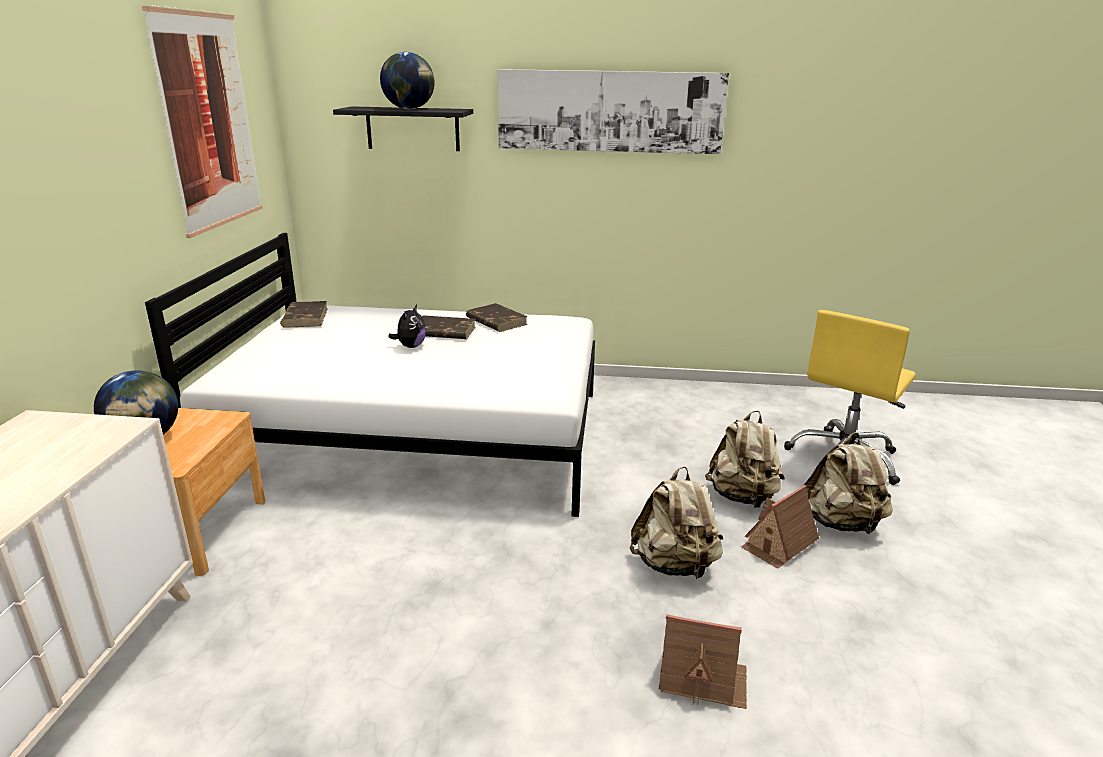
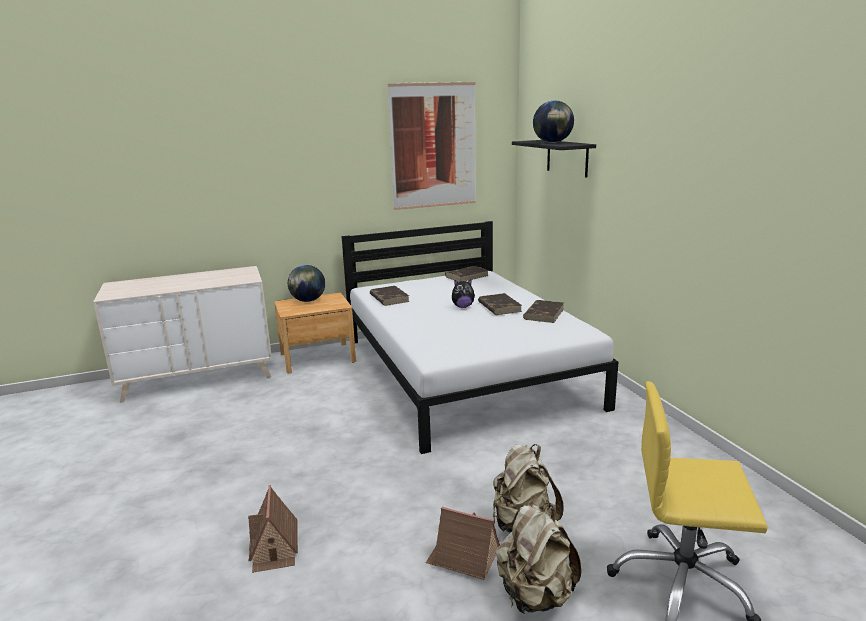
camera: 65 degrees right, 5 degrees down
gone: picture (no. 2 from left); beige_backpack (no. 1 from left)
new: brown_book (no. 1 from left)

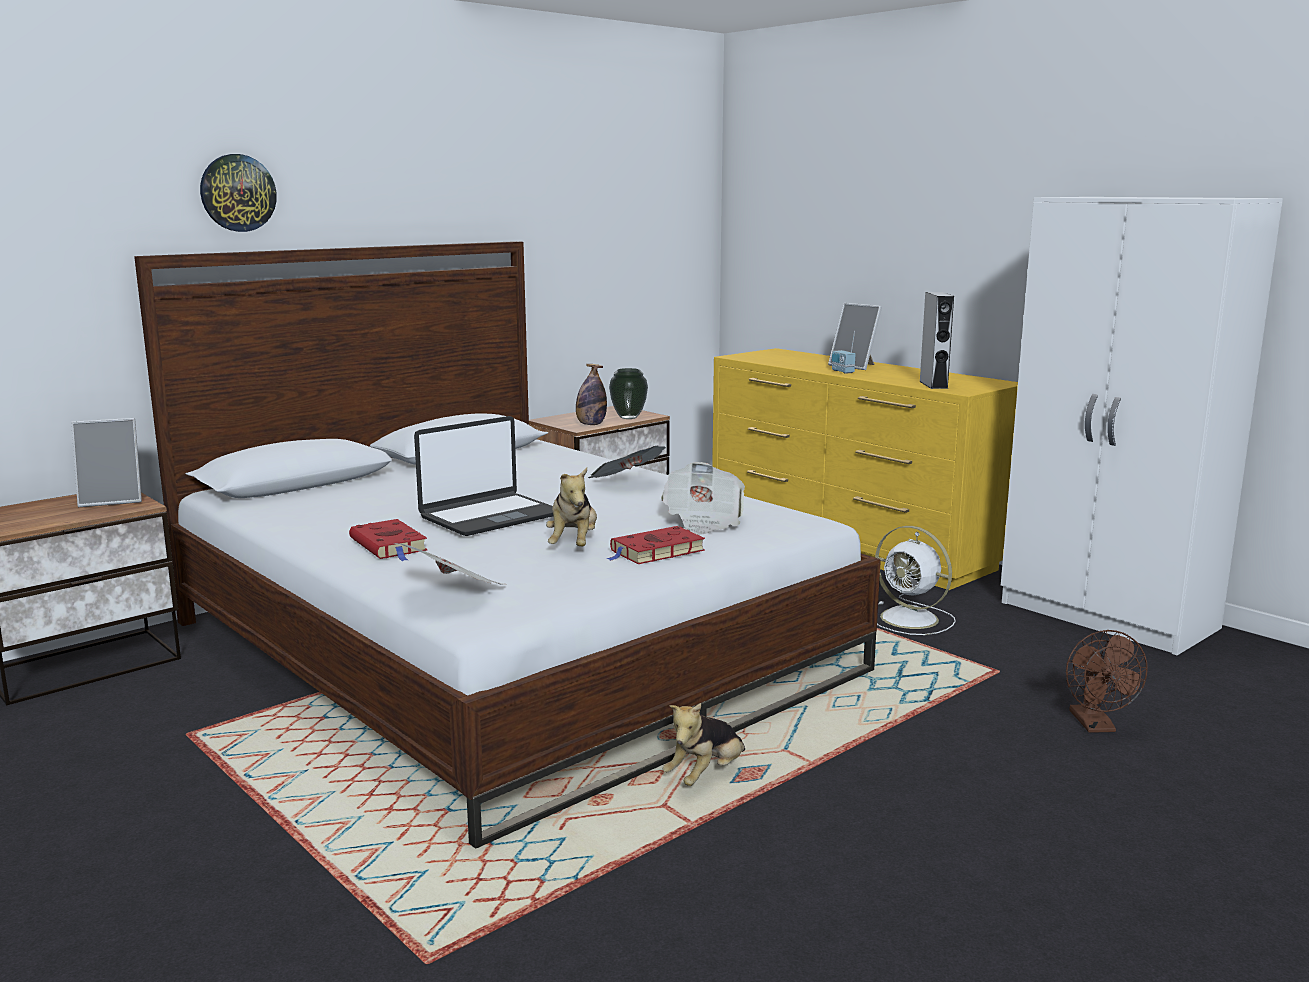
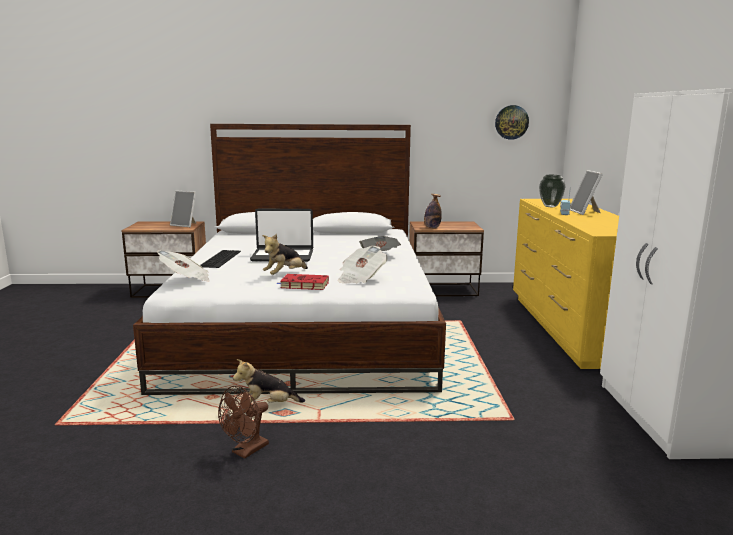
camera: 40 degrees right, 0 degrees up
gone: grey_speaker; white_fan
shifted: wall_clock; vase; brown_fan
swapped: red_book (no. 1 from left) to keyboard

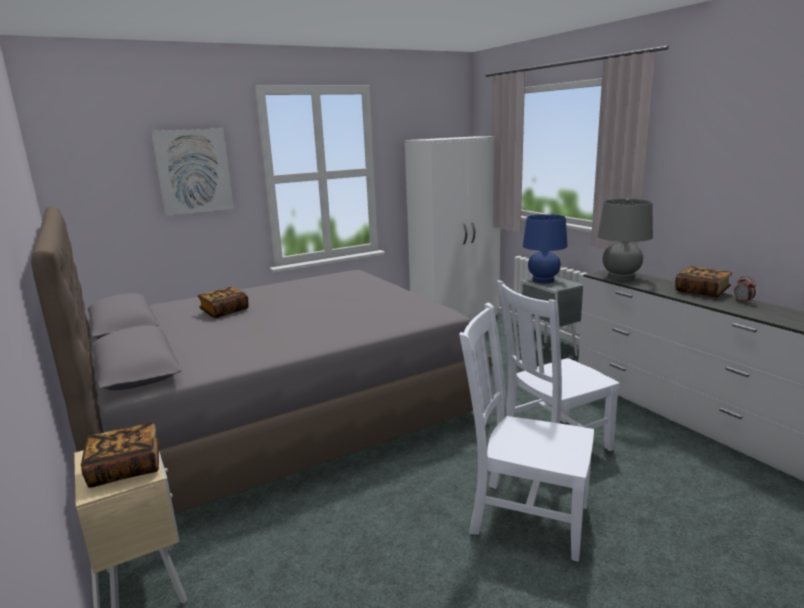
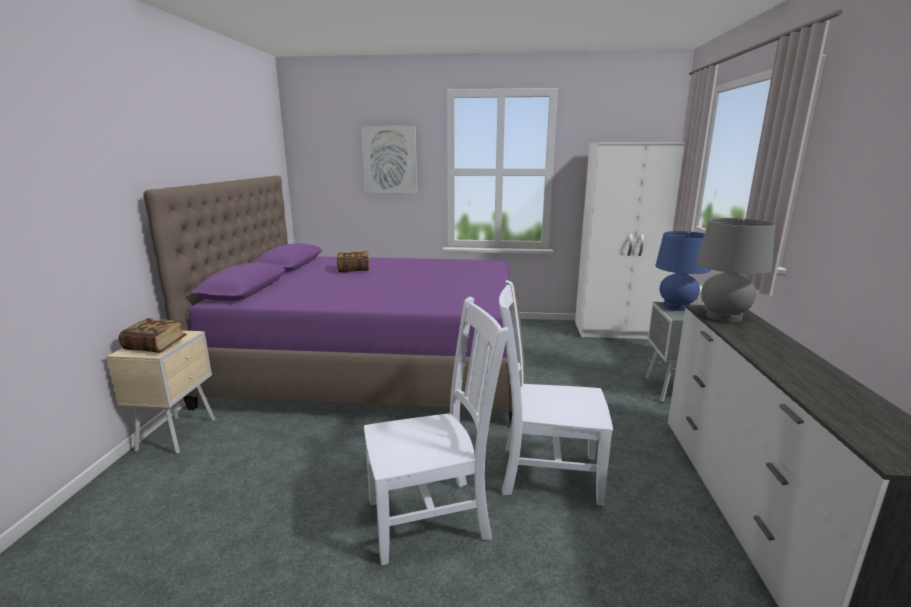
camera: 35 degrees right, 0 degrees up
gone: book (no. 3 from left); alarm_clock
repainted: grey_bed to purple_bed
rotated: white_chair (no. 1 from left) 105 degrees clockwise

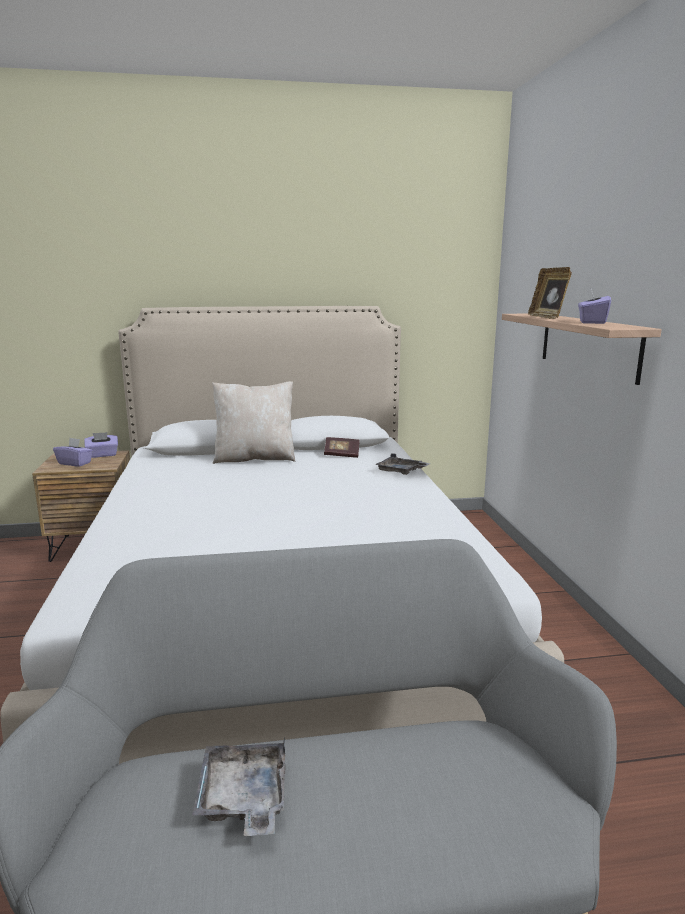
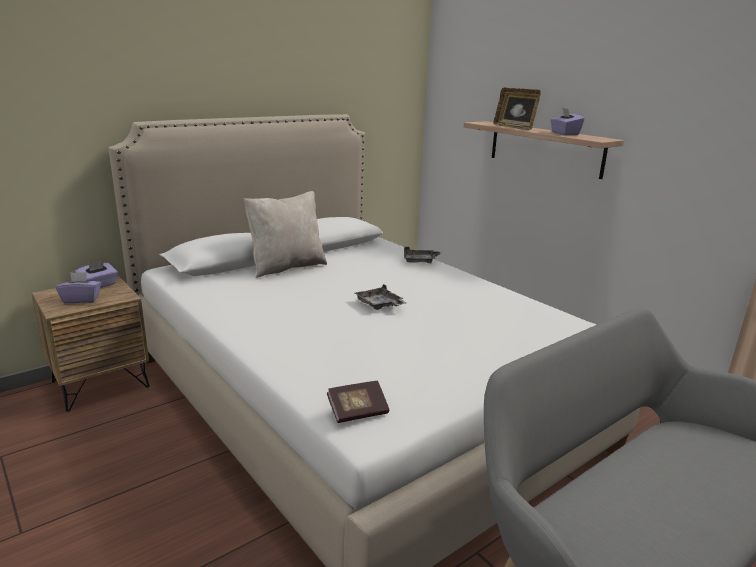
camera: 30 degrees left, 5 degrees up
shifted: book; grey_tray (no. 1 from left)

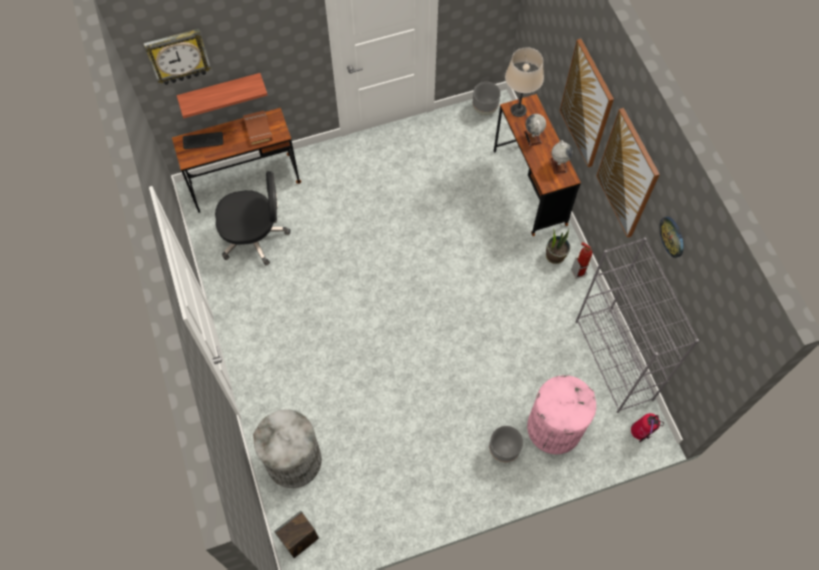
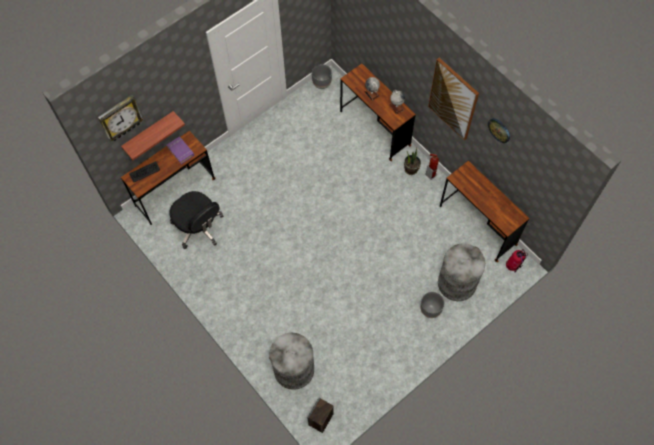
camera: 20 degrees left, 0 degrees up
gone: picture (no. 1 from left); beige_table_lamp
swapped: grey_bookcase to brown_desk (no. 3 from left)
repainted: brown_book to purple_book; pink_trash_can to grey_trash_can (no. 2 from left)
rotated: black_office_chair 75 degrees clockwise

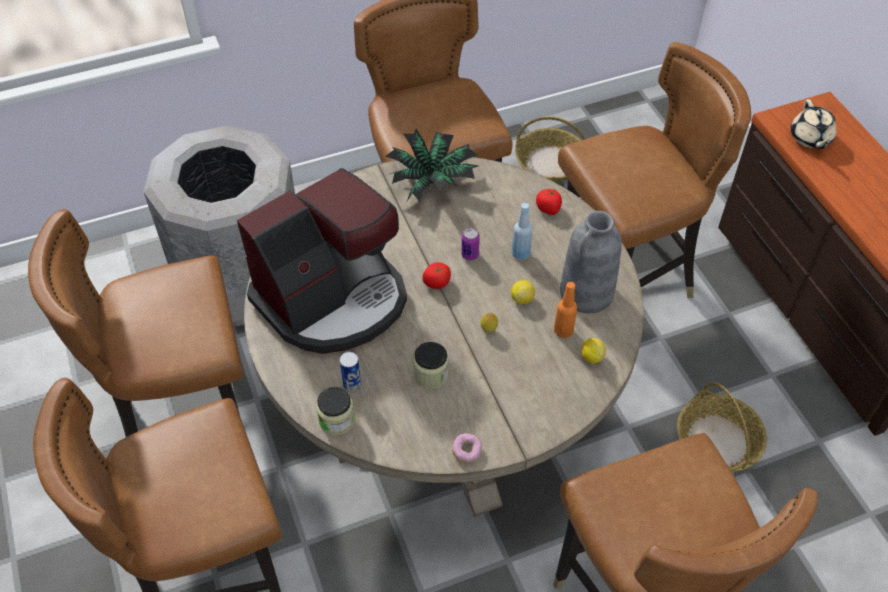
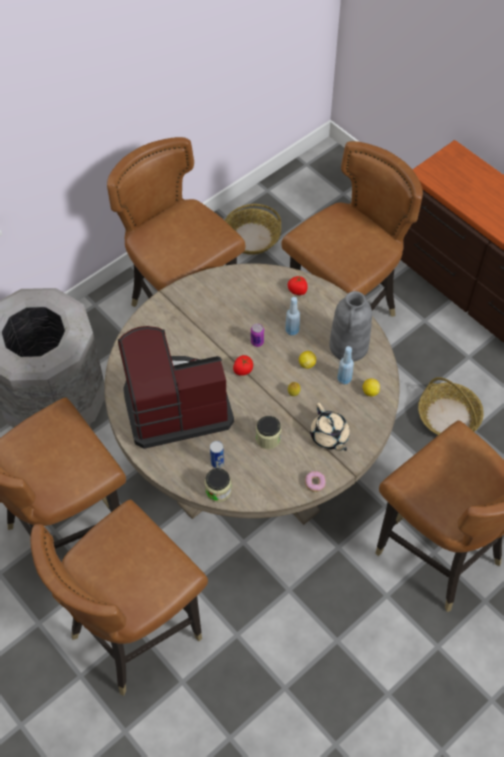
camera: 20 degrees left, 5 degrees up
gone: potted_plant
shifted: beige_teapot
repainted: orange_bottle to blue_bottle (no. 2 from left)
rotated: coffee_machine 135 degrees counterclockwise

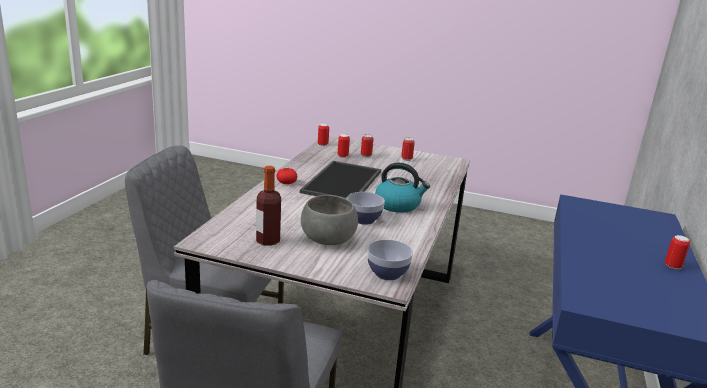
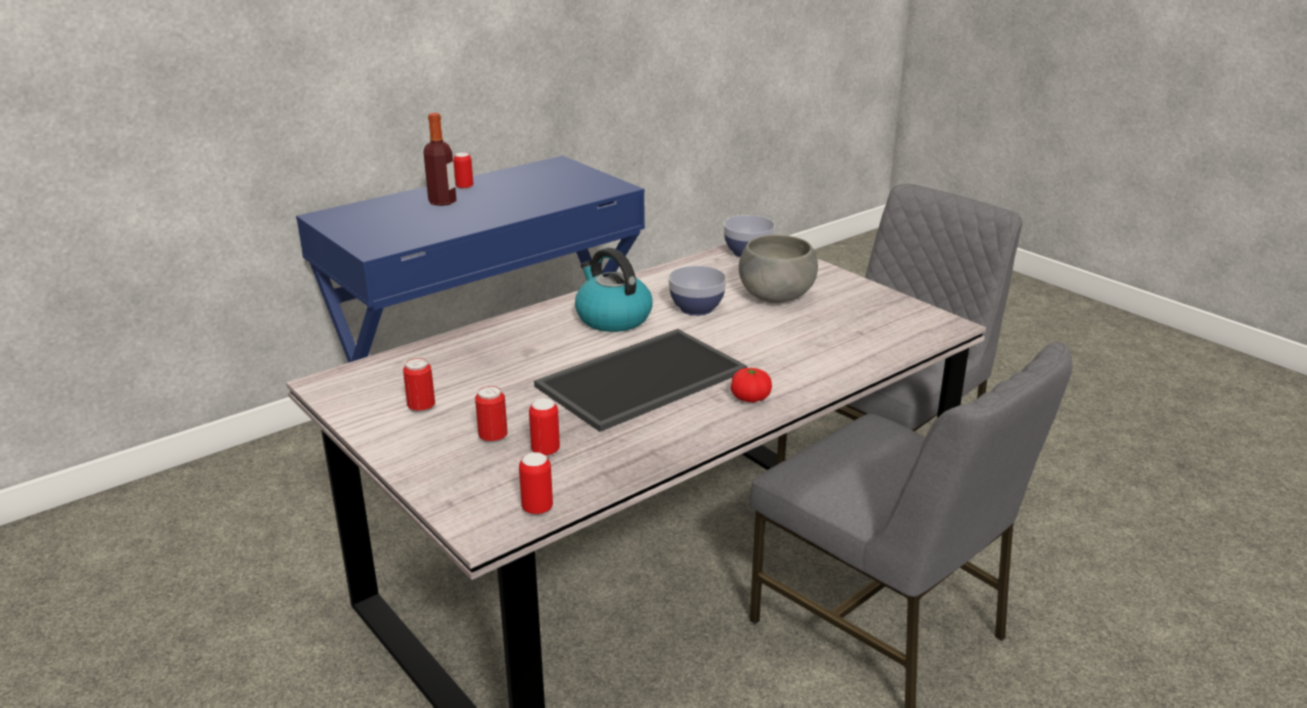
camera: 145 degrees left, 5 degrees up
shifted: bottle

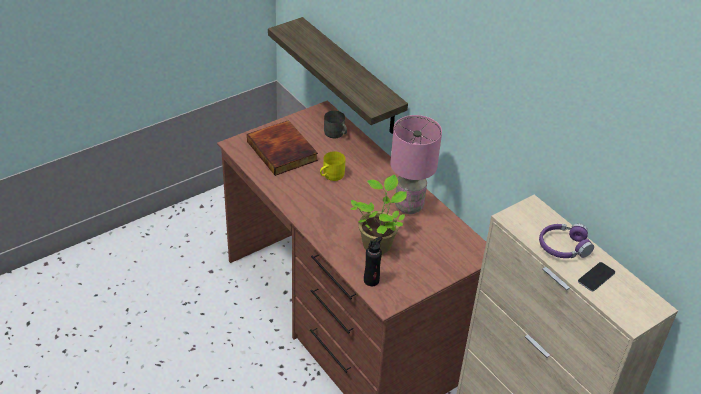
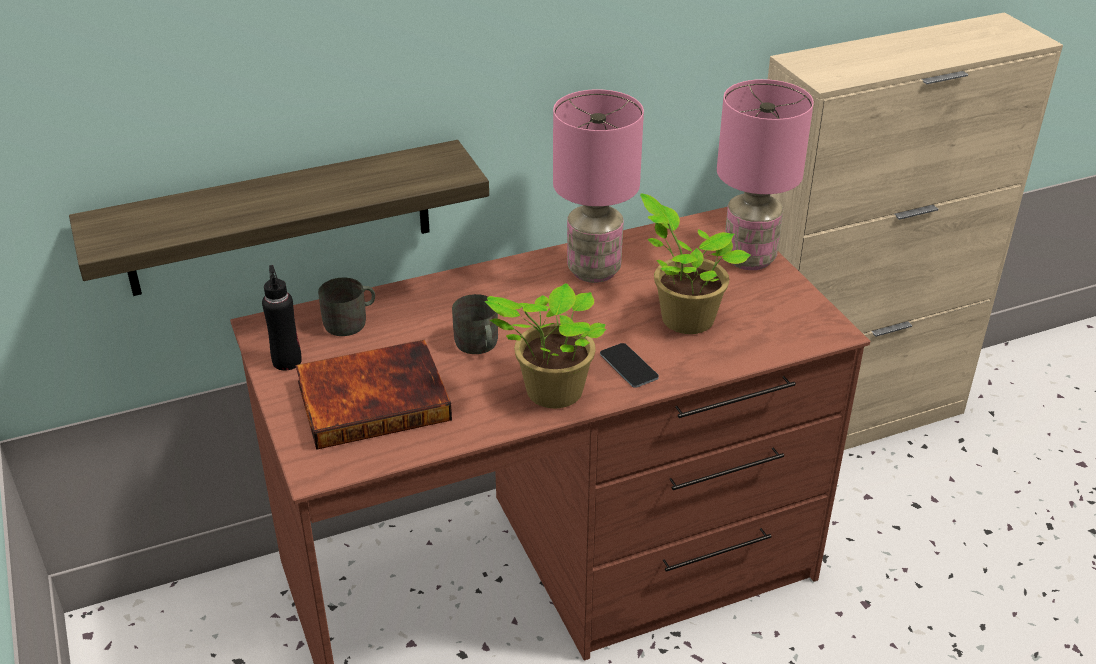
camera: 75 degrees left, 5 degrees down
gone: purple_headphones
new: pink_table_lamp (no. 2 from left); potted_plant (no. 1 from left)
shifted: black_bottle; phone
repainted: yellow_mug to grey_mug (no. 2 from left)

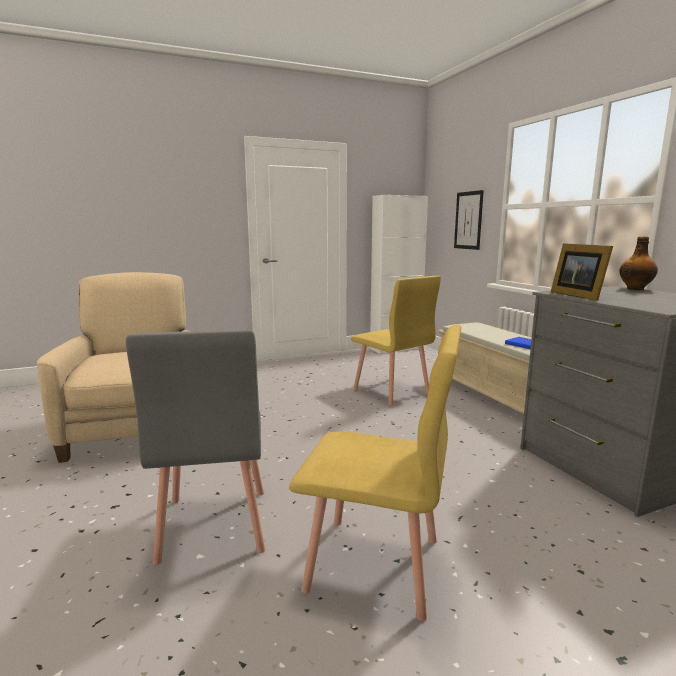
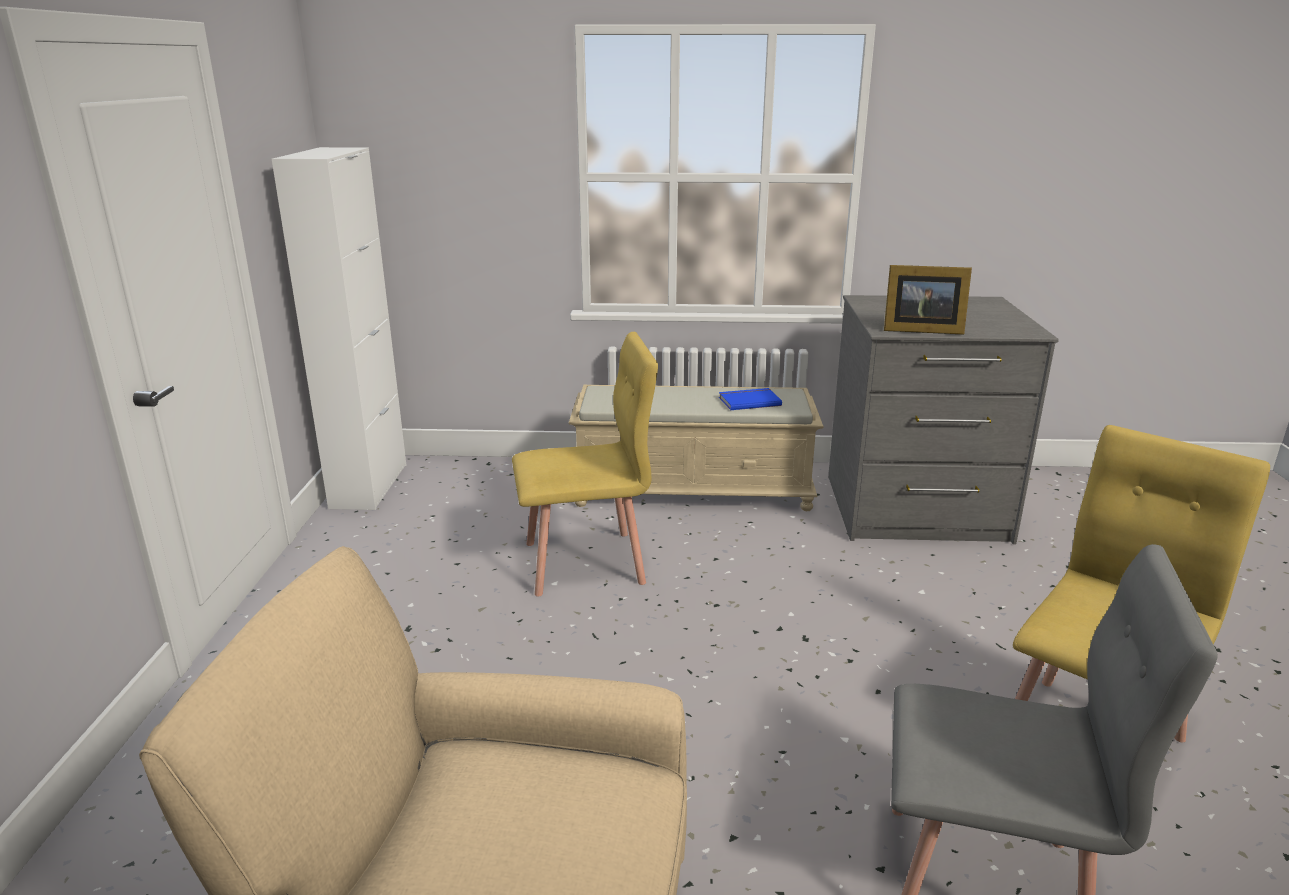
camera: 65 degrees left, 10 degrees up
gone: picture; bottle

